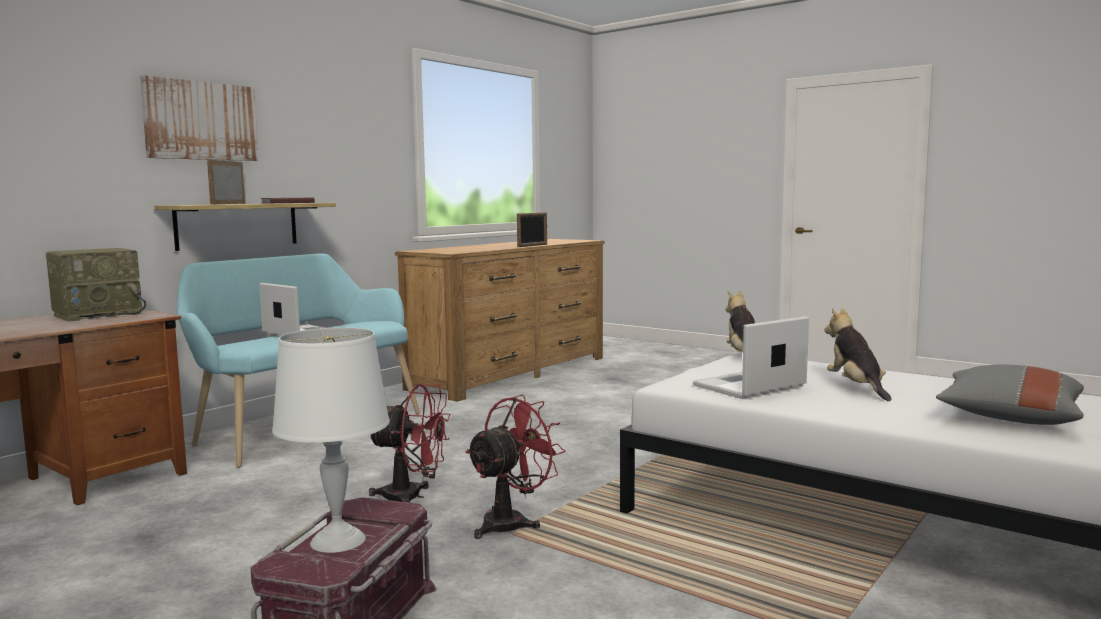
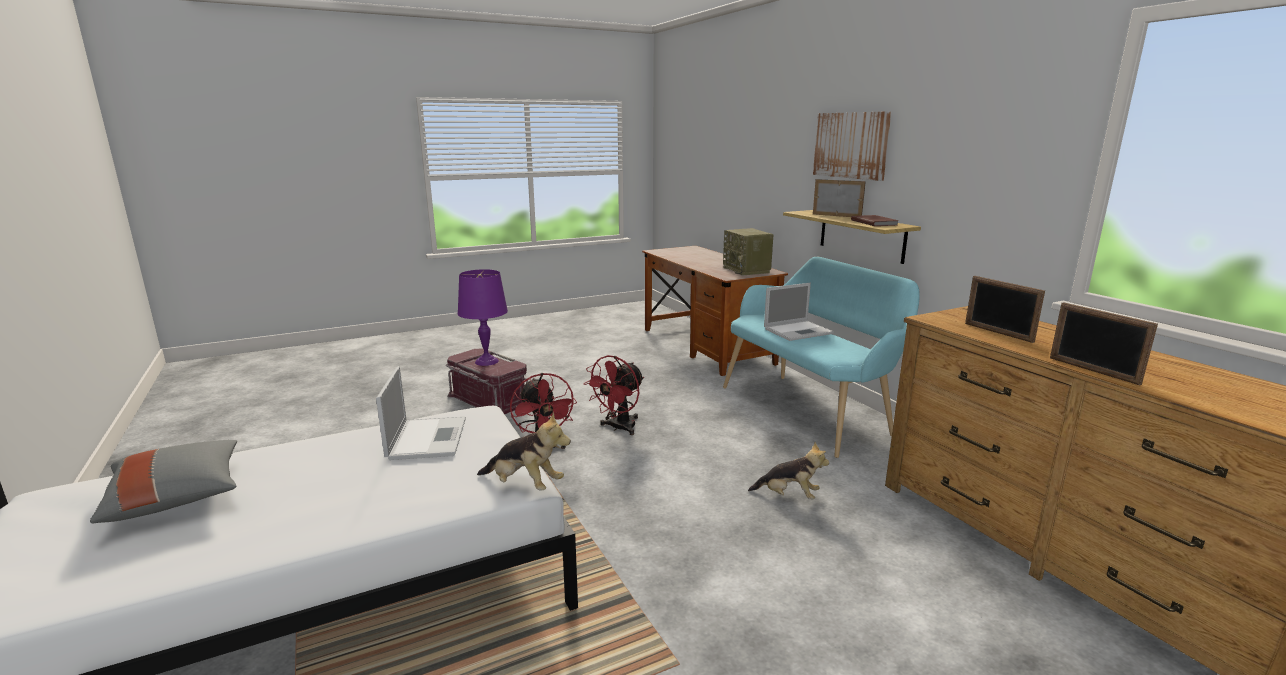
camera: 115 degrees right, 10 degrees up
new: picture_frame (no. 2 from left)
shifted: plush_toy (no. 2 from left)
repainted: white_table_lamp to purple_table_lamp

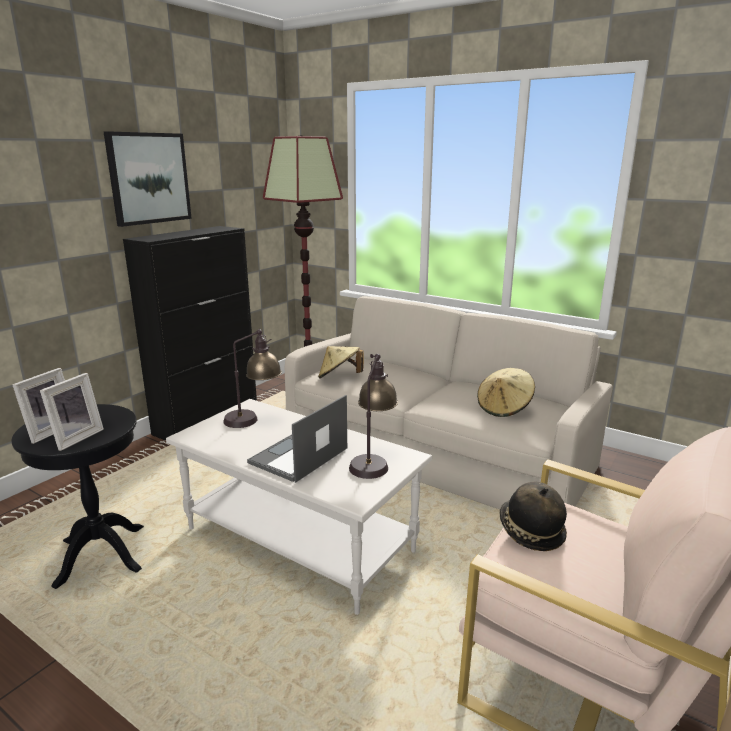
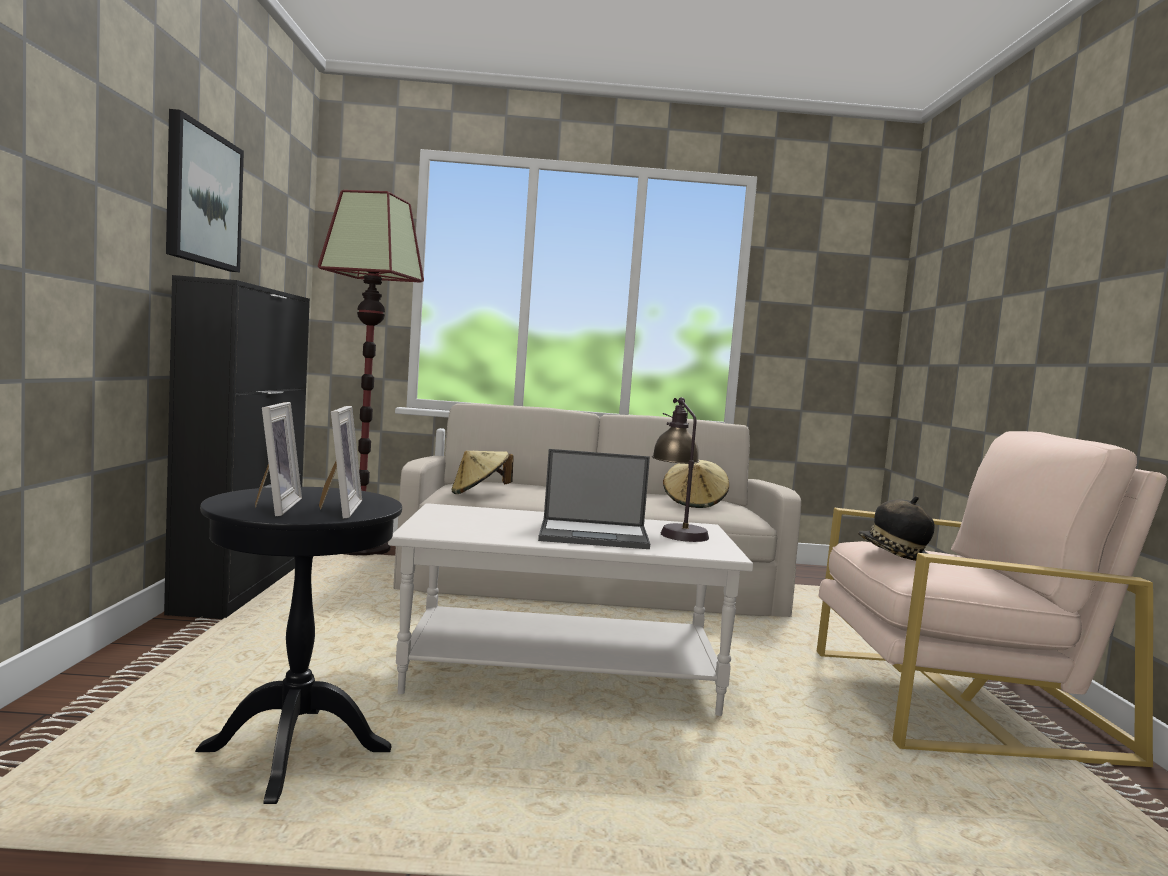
camera: 35 degrees left, 15 degrees down
gone: table_lamp (no. 1 from left)
rotated: laptop 90 degrees counterclockwise

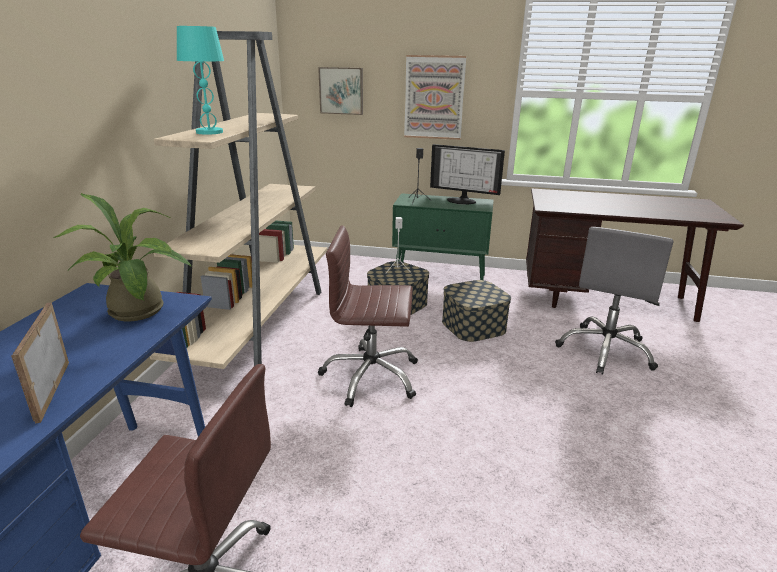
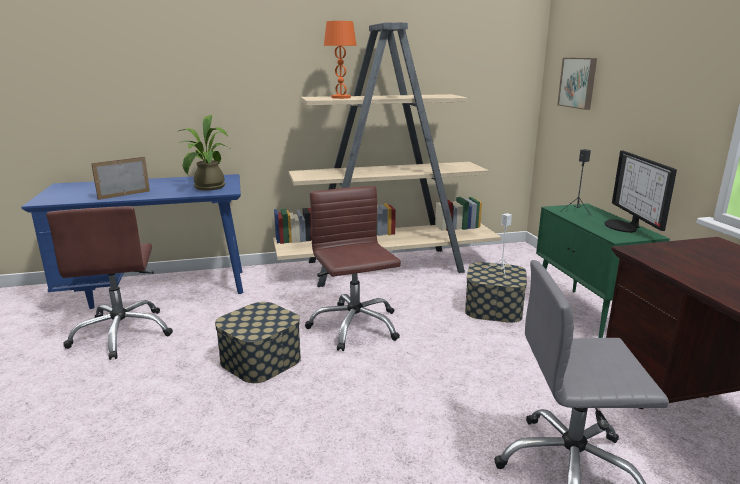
camera: 65 degrees right, 5 degrees down
gone: picture (no. 2 from left)
shifted: storage_box (no. 2 from left in the first image) to storage_box (no. 1 from left)
repainted: turquoise_table_lamp to orange_table_lamp

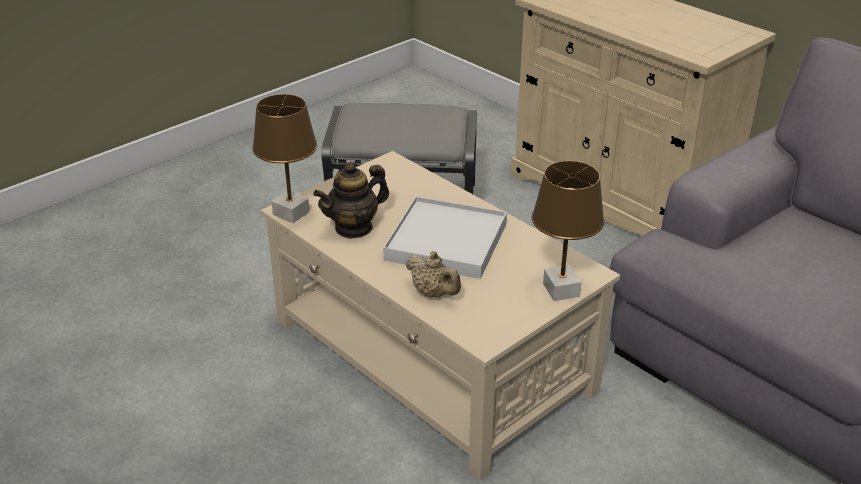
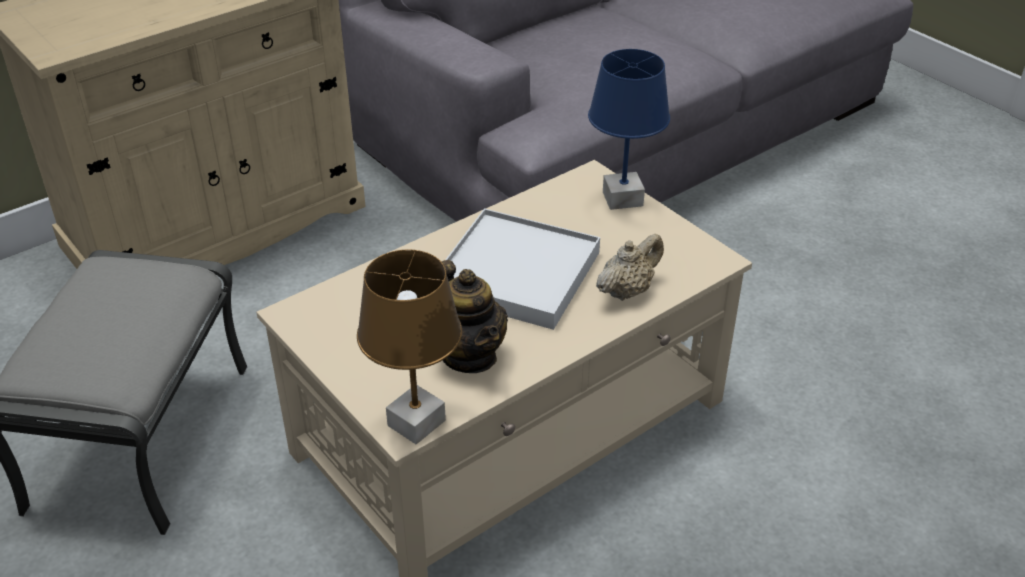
camera: 85 degrees left, 5 degrees up
repainted: brown_table_lamp (no. 2 from left) to blue_table_lamp

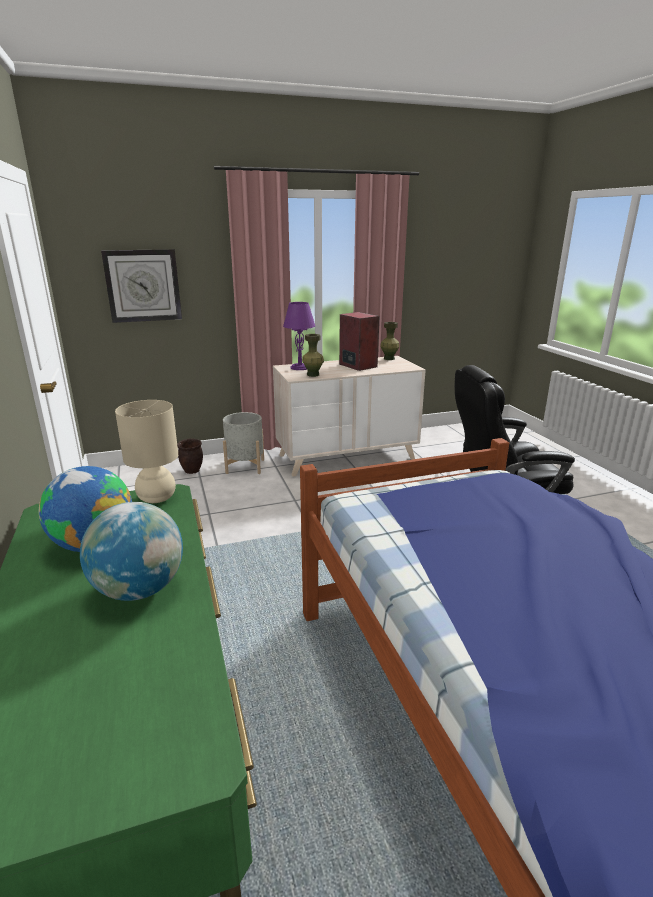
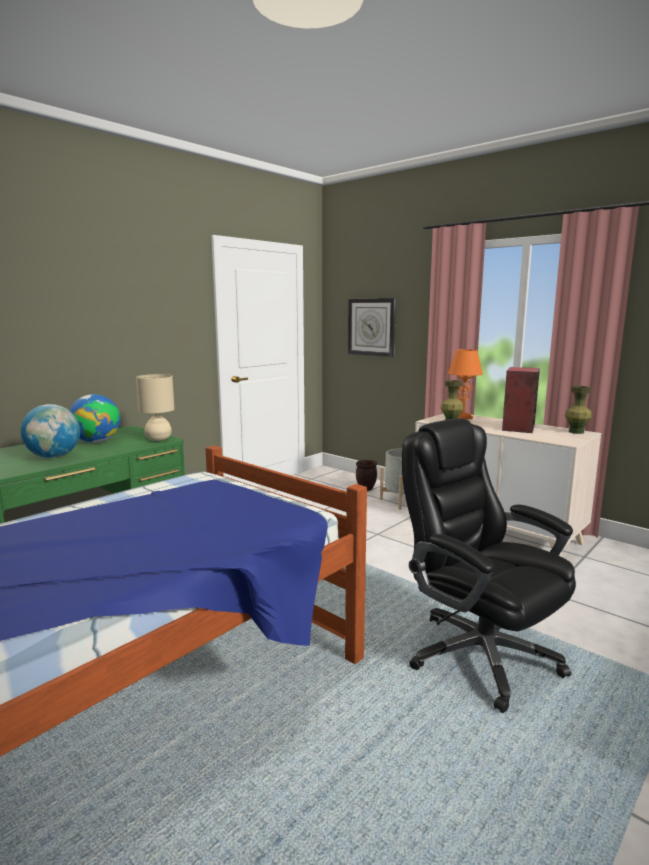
camera: 60 degrees right, 10 degrees down
repainted: purple_table_lamp to orange_table_lamp

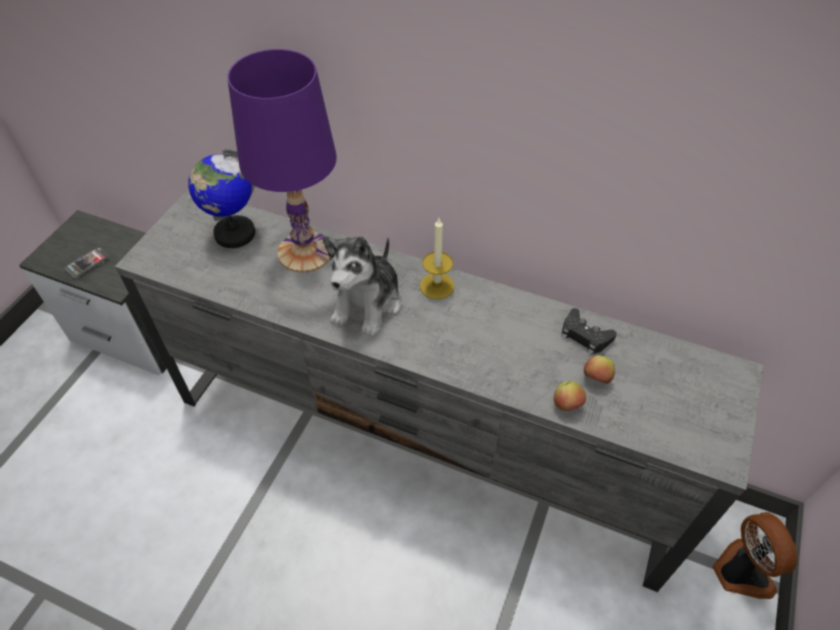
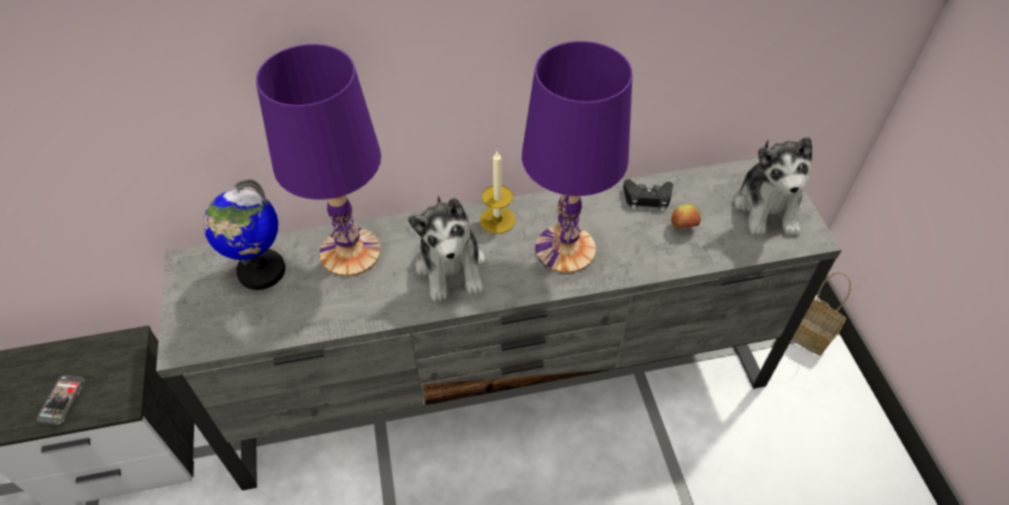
camera: 35 degrees left, 0 degrees up
gone: apple (no. 1 from left)
new: purple_table_lamp (no. 2 from left); plush_toy (no. 2 from left)
swapped: fan to basket

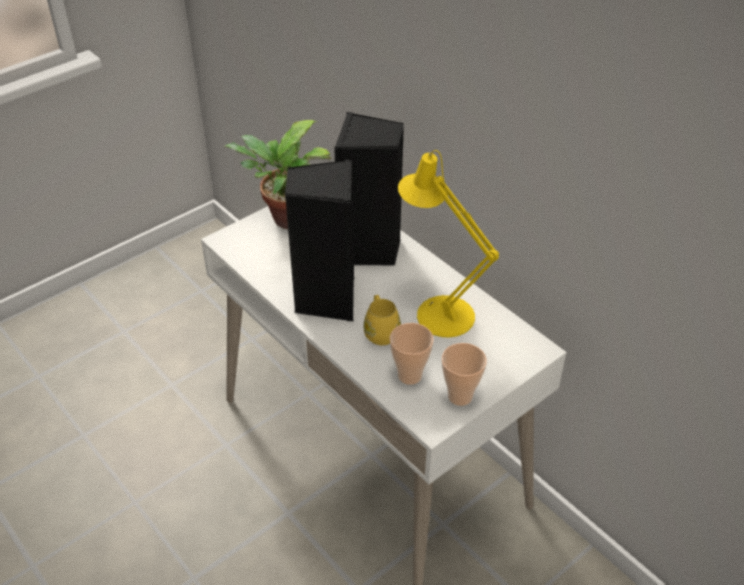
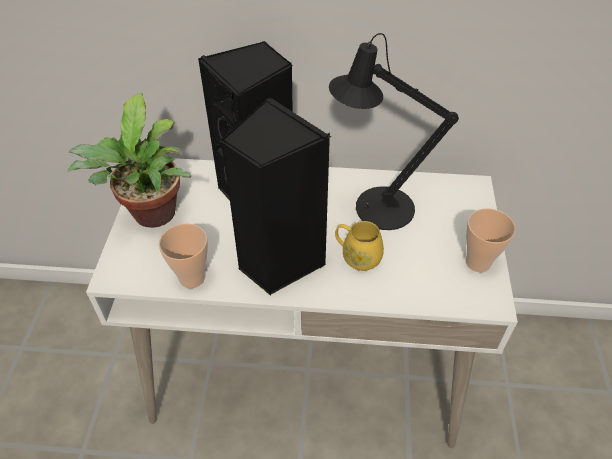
camera: 45 degrees left, 5 degrees up
shifted: cup (no. 1 from left)
repainted: yellow_table_lamp to black_table_lamp

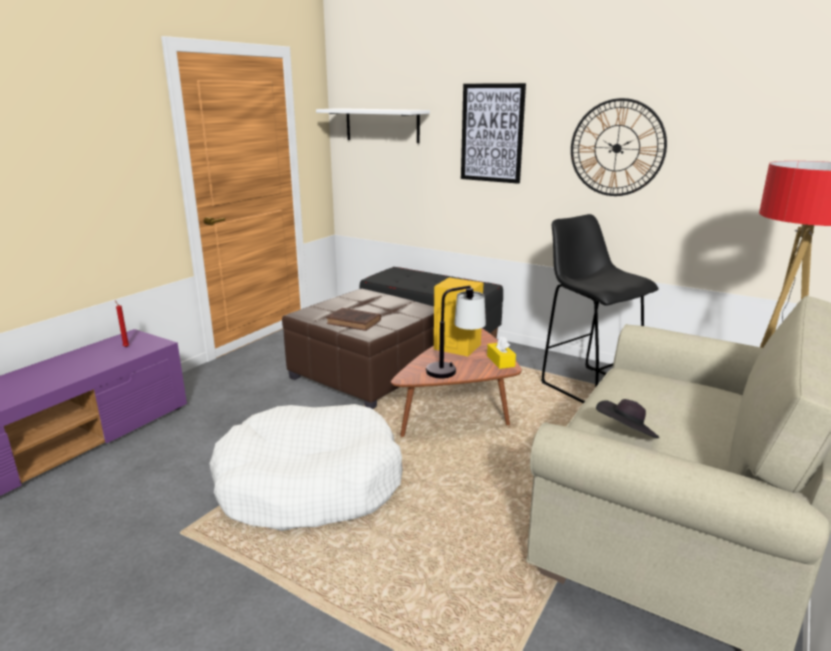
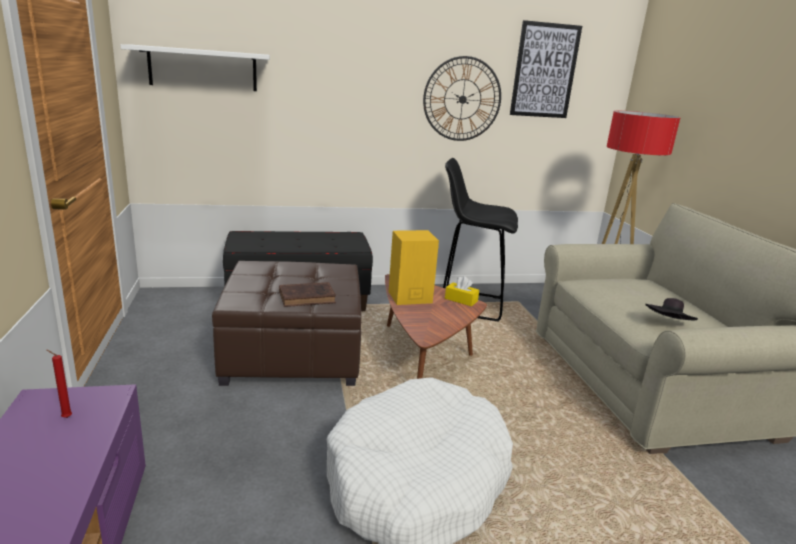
camera: 45 degrees left, 0 degrees up
gone: table_lamp
shifted: picture

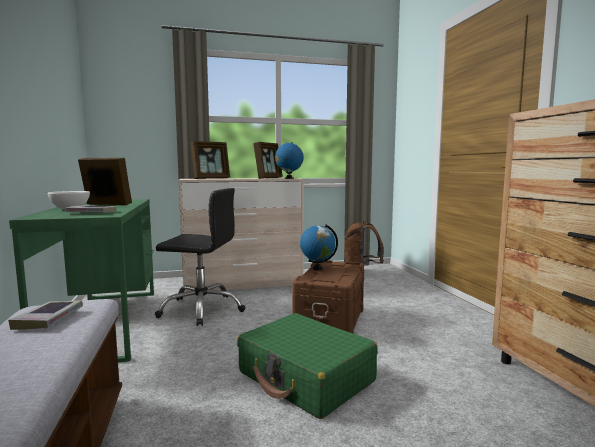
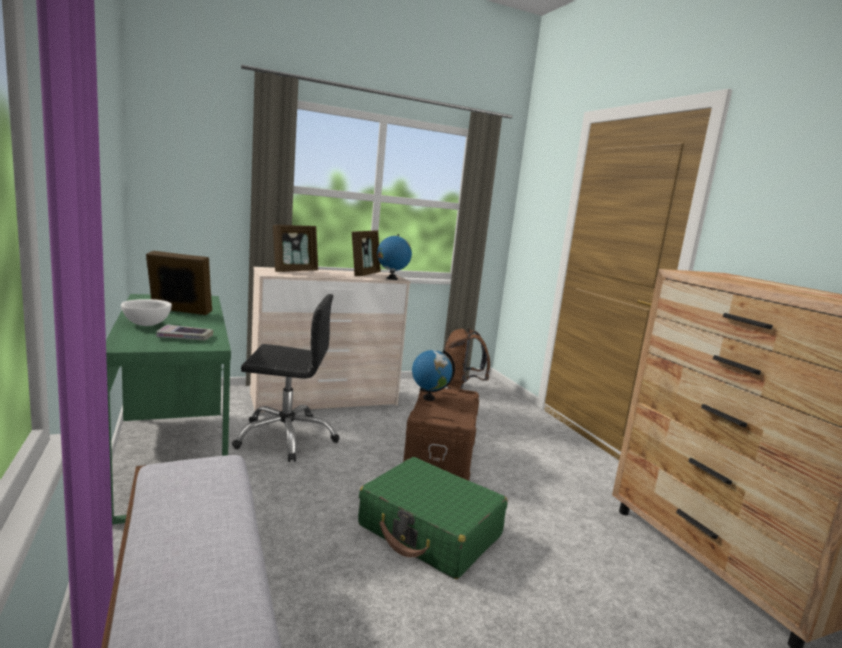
camera: 10 degrees left, 5 degrees up
gone: book (no. 1 from left)

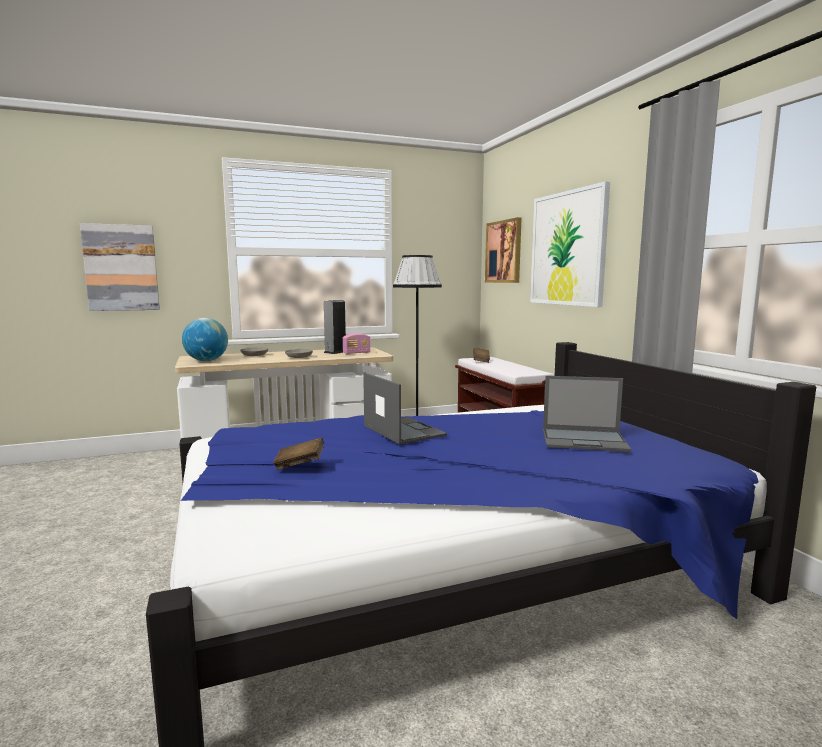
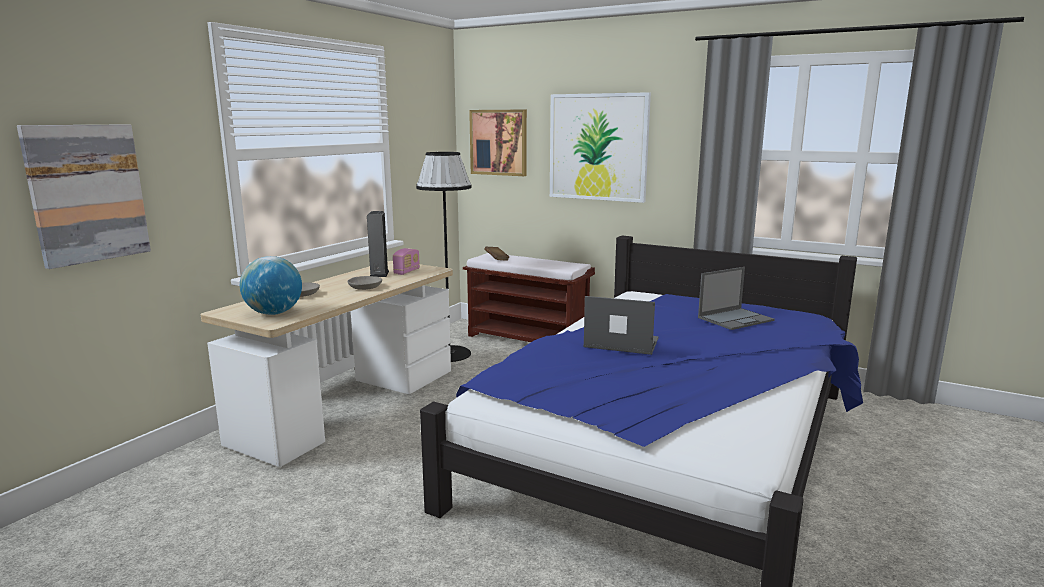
camera: 40 degrees left, 5 degrees up
gone: brown_book (no. 1 from left)

